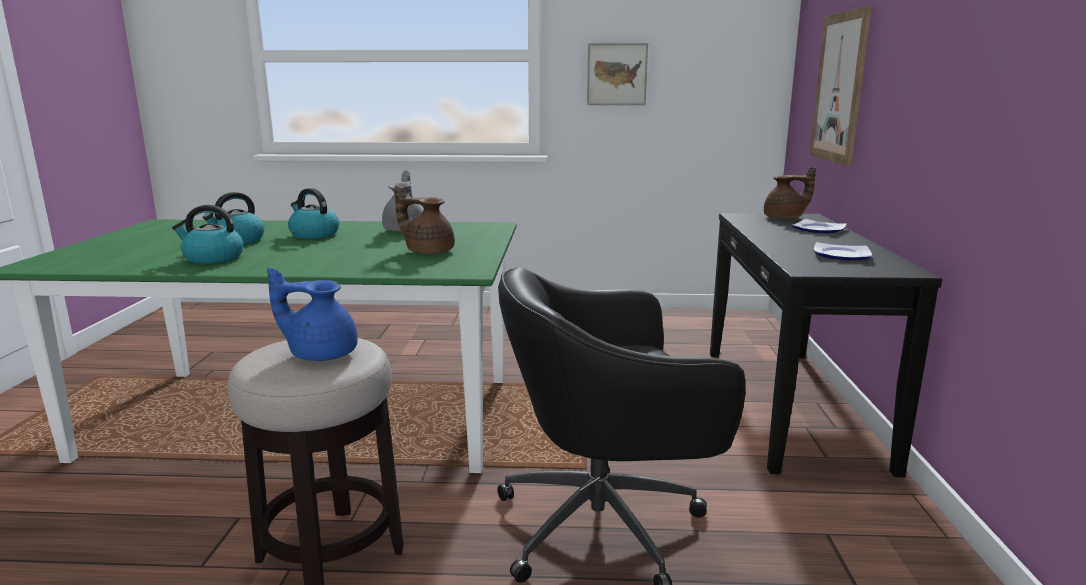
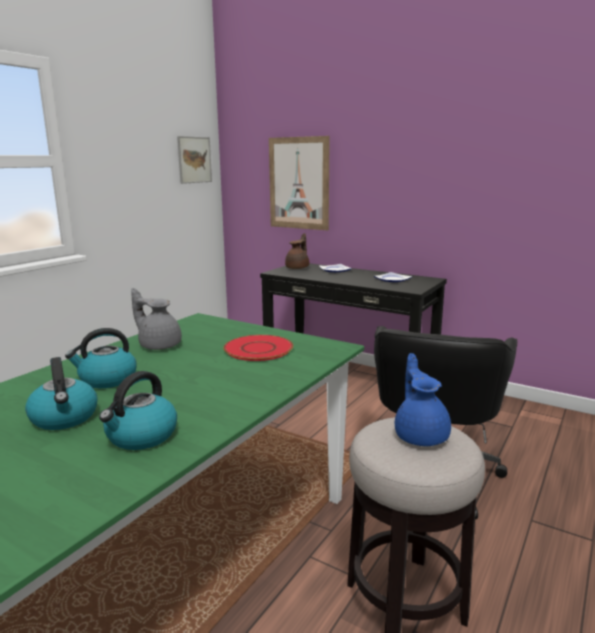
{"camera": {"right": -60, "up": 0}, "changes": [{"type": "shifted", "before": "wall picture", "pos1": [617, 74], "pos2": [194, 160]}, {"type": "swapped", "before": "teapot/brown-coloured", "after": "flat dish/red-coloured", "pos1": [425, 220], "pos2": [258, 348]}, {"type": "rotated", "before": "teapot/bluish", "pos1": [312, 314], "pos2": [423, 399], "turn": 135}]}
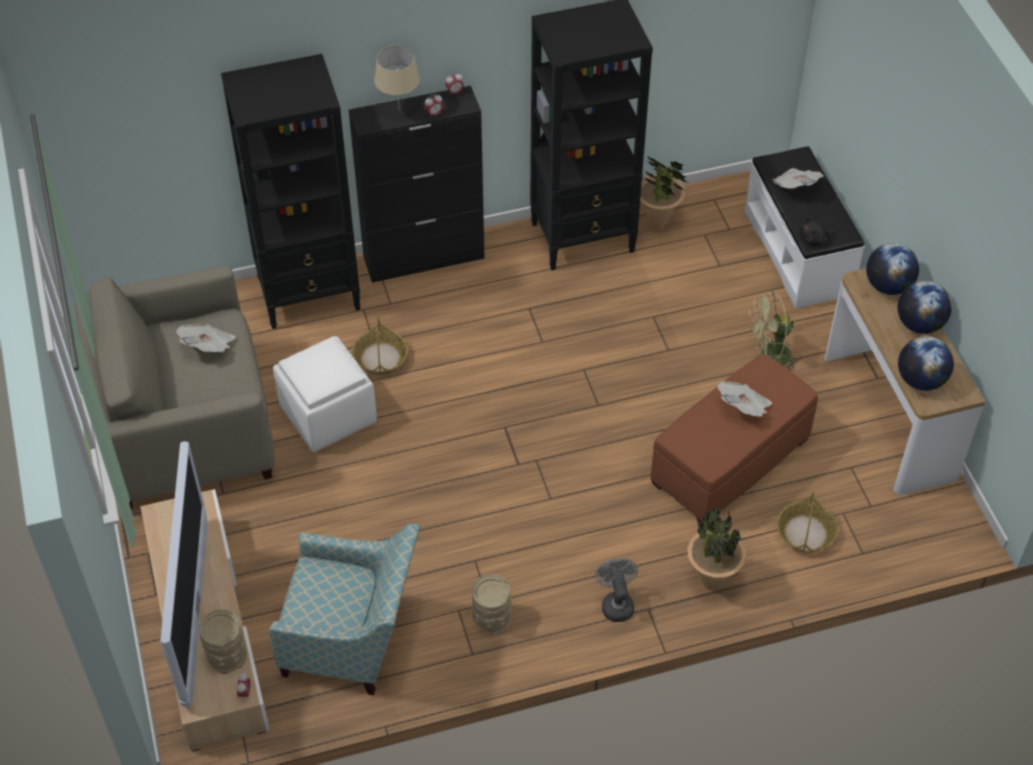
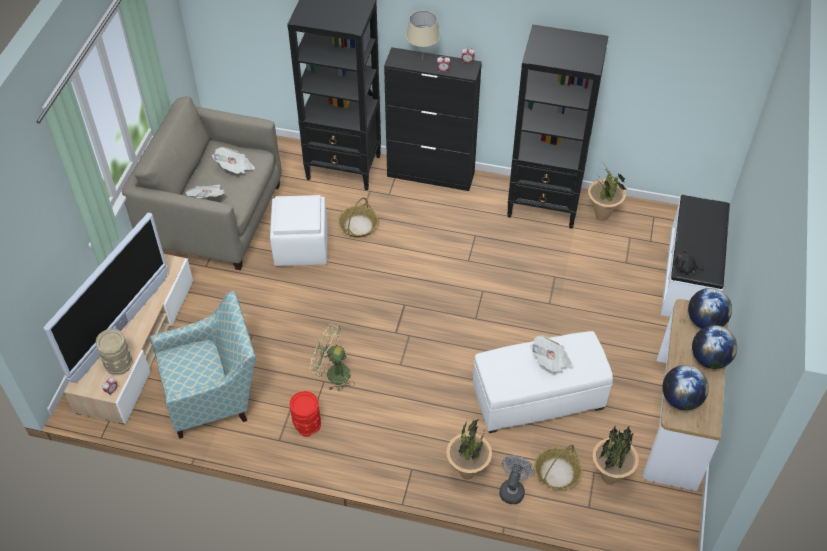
{"camera": {"right": 30, "up": 0}, "changes": [{"type": "shifted", "before": "daily paper", "pos1": [798, 178], "pos2": [205, 191]}, {"type": "shifted", "before": "electric fan/green-coloured", "pos1": [775, 331], "pos2": [332, 358]}, {"type": "repainted", "before": "ottoman/brown-coloured", "after": "ottoman/white", "pos1": [734, 439], "pos2": [543, 382]}, {"type": "rotated", "before": "armchair", "pos1": [345, 609], "pos2": [203, 365], "turn": -60}, {"type": "shifted", "before": "electric fan/greyish", "pos1": [616, 590], "pos2": [516, 479]}, {"type": "repainted", "before": "flower vase/sand-coloured", "after": "flower vase/red-coloured", "pos1": [491, 604], "pos2": [305, 414]}, {"type": "new", "after": "plant in a pot", "pos2": [616, 454]}]}
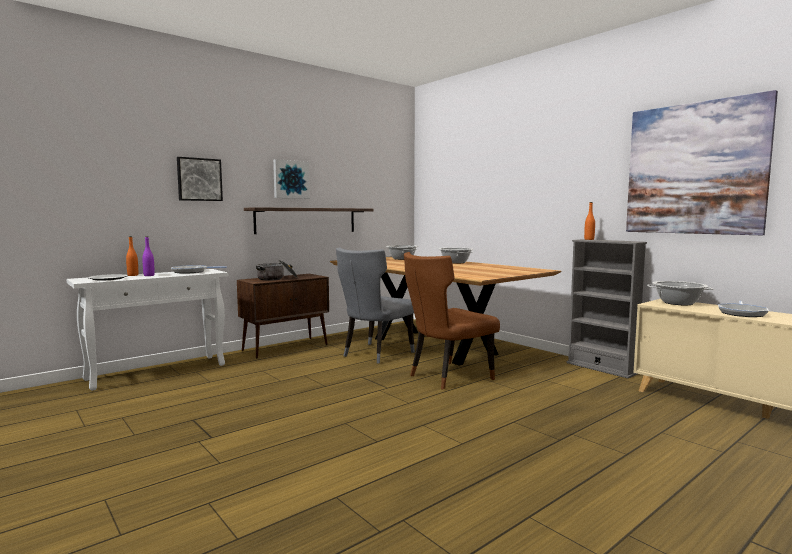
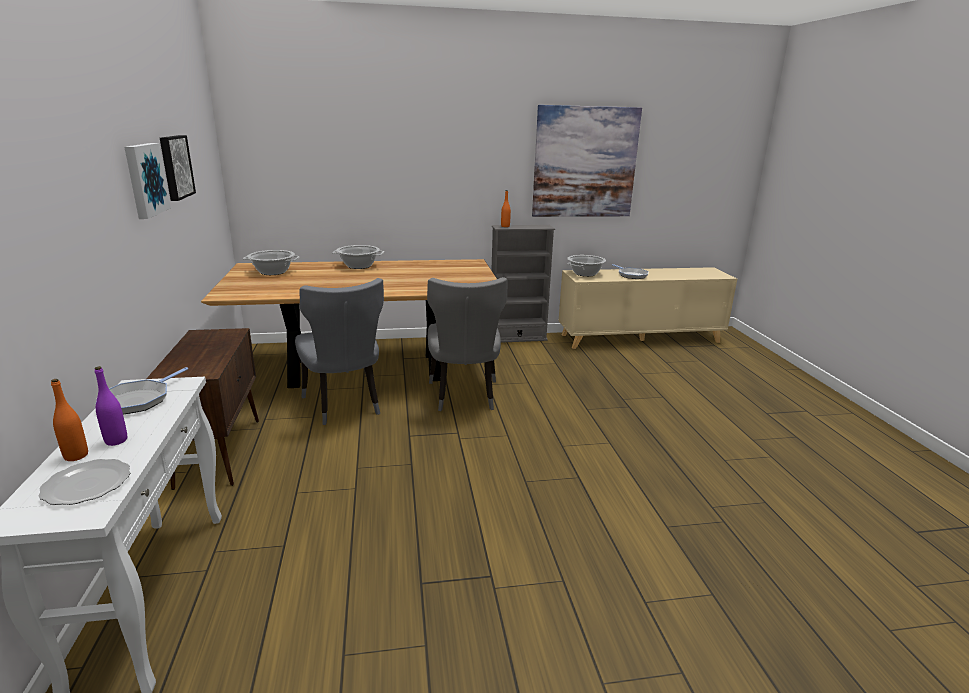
{"camera": {"right": -60, "up": 15}, "changes": [{"type": "shifted", "before": "wall picture", "pos1": [200, 179], "pos2": [178, 168]}, {"type": "gone", "before": "bracket shelf", "pos1": [309, 220]}, {"type": "repainted", "before": "plain chair/brown-coloured", "after": "plain chair/greyish", "pos1": [452, 321], "pos2": [467, 344]}, {"type": "gone", "before": "cooking pot", "pos1": [277, 270]}]}
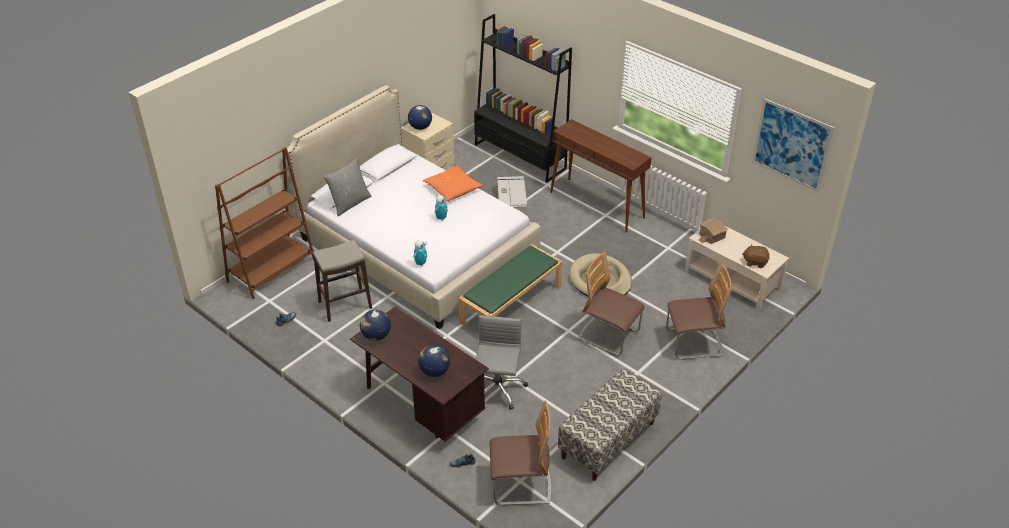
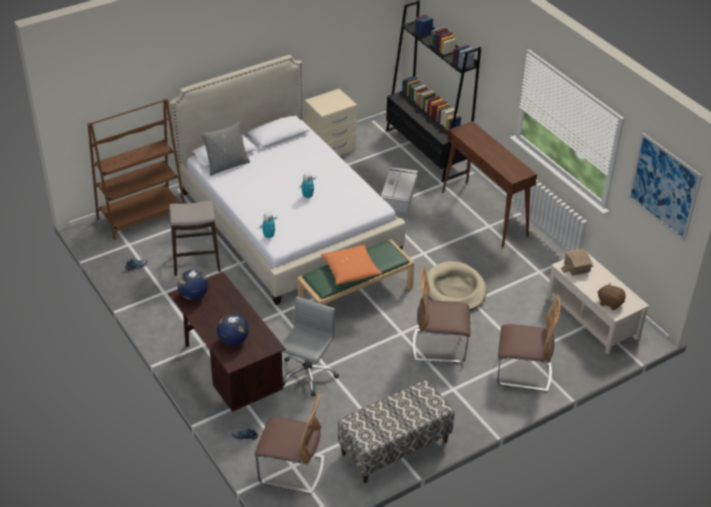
{"camera": {"right": 15, "up": 0}, "changes": [{"type": "gone", "before": "world globe", "pos1": [420, 117]}, {"type": "shifted", "before": "pillow/orange-coloured", "pos1": [453, 183], "pos2": [351, 264]}, {"type": "rotated", "before": "plain chair", "pos1": [611, 304], "pos2": [441, 314], "turn": -45}]}
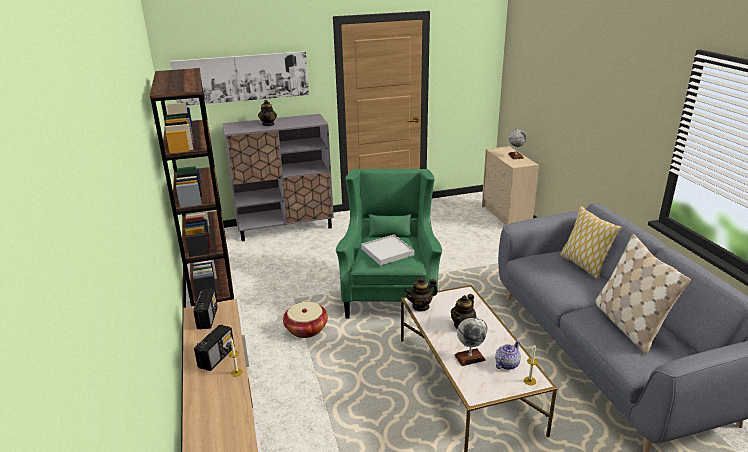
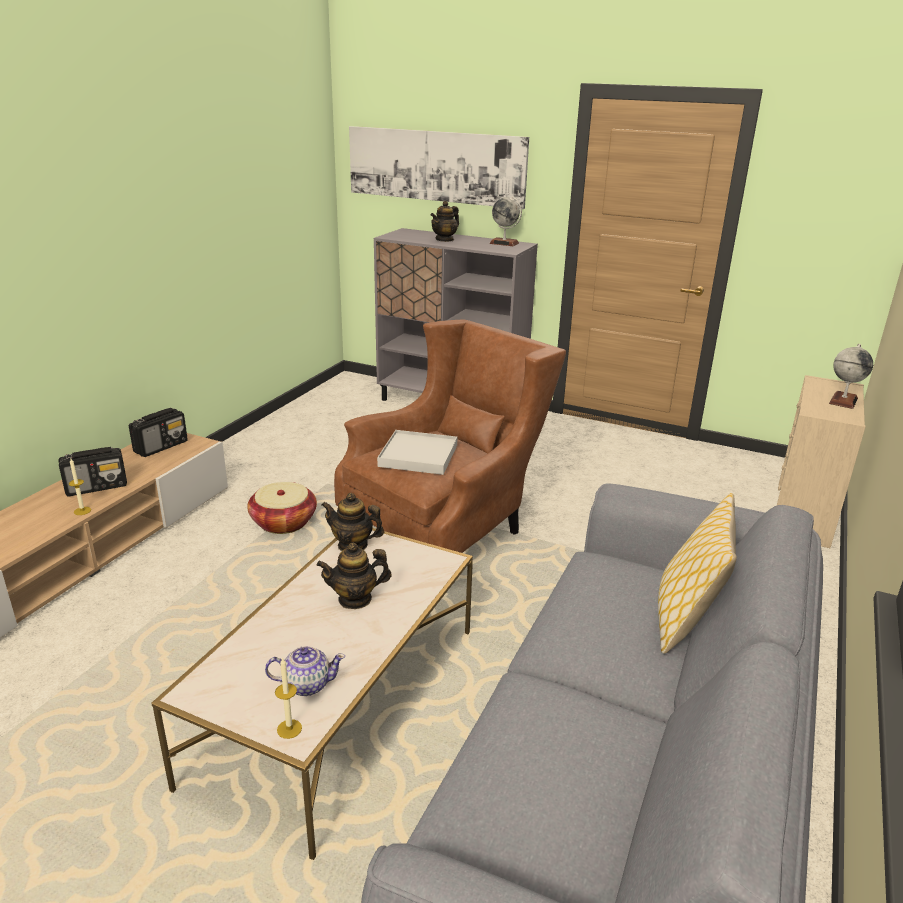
{"camera": {"right": 40, "up": 0}, "changes": [{"type": "gone", "before": "bookshelf/brown-coloured", "pos1": [192, 187]}, {"type": "repainted", "before": "armchair/green-coloured", "after": "armchair/brown-coloured", "pos1": [389, 244], "pos2": [450, 436]}, {"type": "gone", "before": "pillow/sand-coloured", "pos1": [643, 294]}, {"type": "shifted", "before": "world globe", "pos1": [471, 342], "pos2": [505, 221]}]}
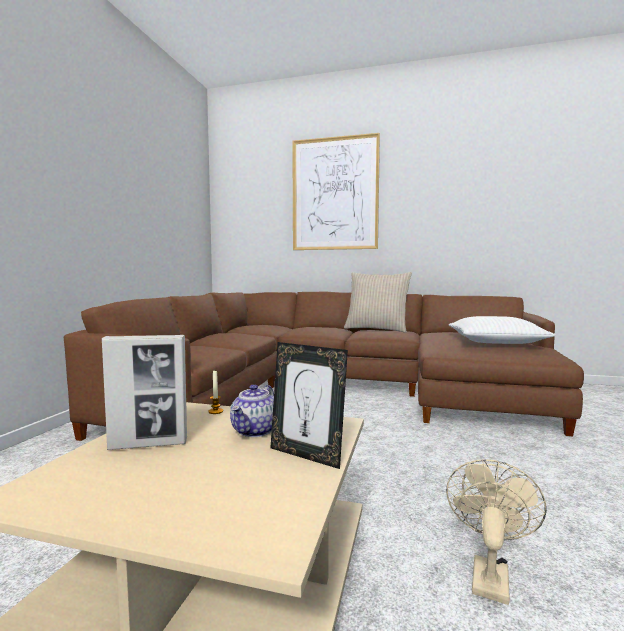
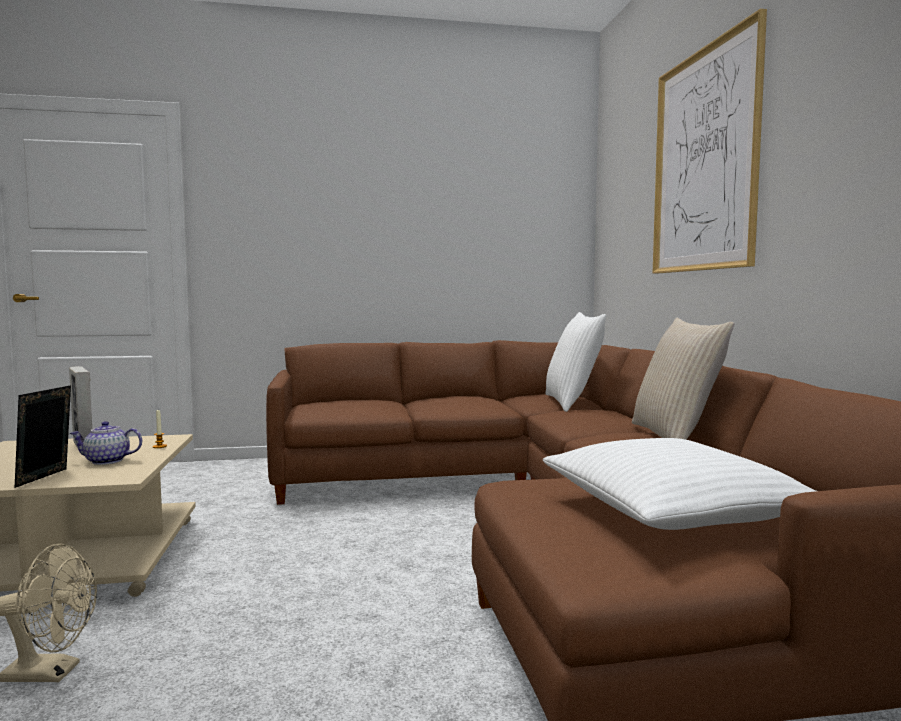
{"camera": {"right": 65, "up": 0}, "changes": [{"type": "new", "after": "pillow/white", "pos2": [575, 362]}]}
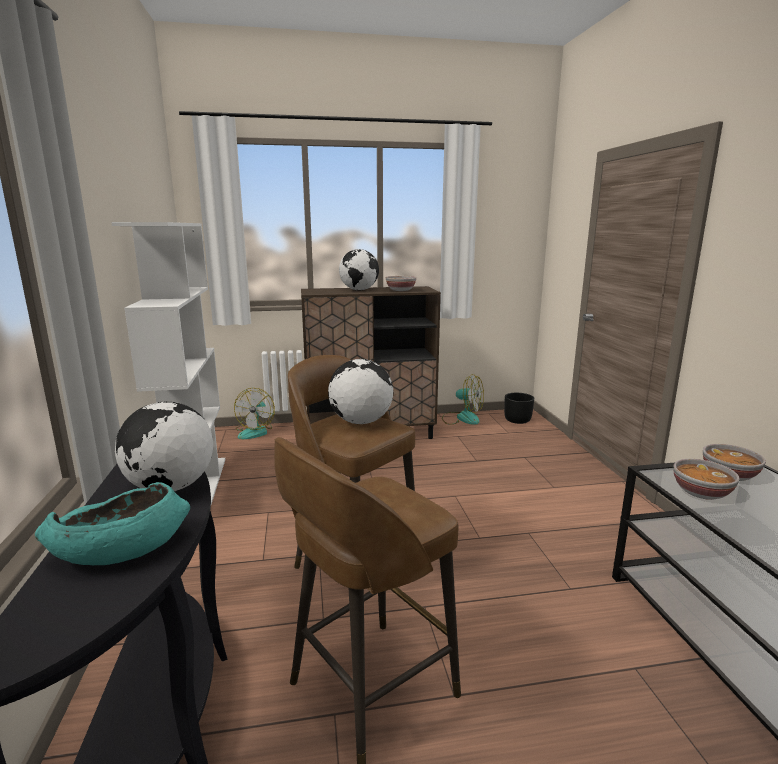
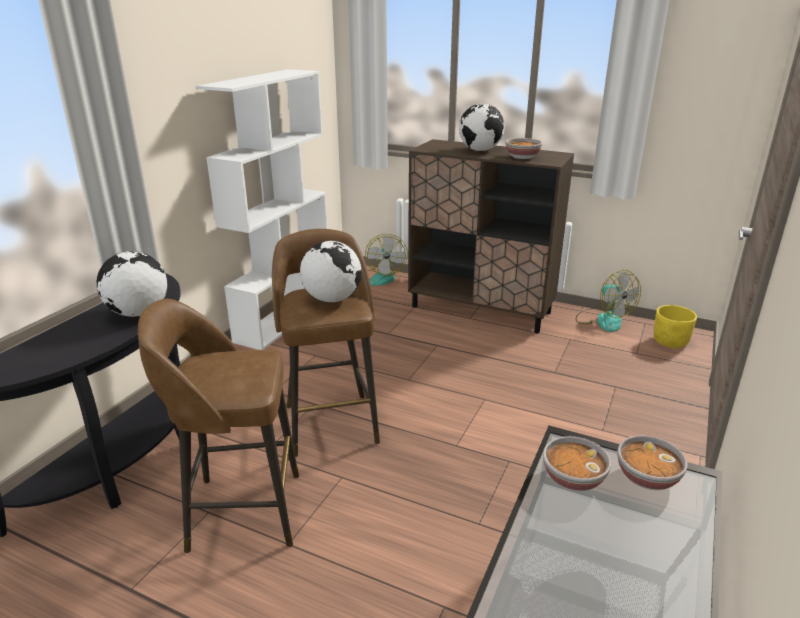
{"camera": {"right": 35, "up": 10}, "changes": [{"type": "rotated", "before": "electric fan", "pos1": [254, 413], "pos2": [386, 260], "turn": -45}, {"type": "repainted", "before": "flower pot/blackish", "after": "flower pot/yellowish", "pos1": [519, 408], "pos2": [675, 326]}, {"type": "gone", "before": "serving bowl/blue-green", "pos1": [112, 523]}]}
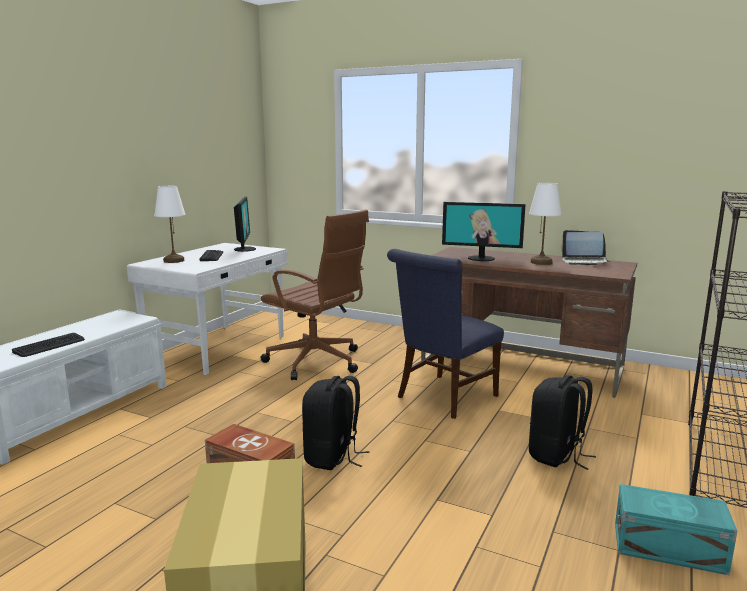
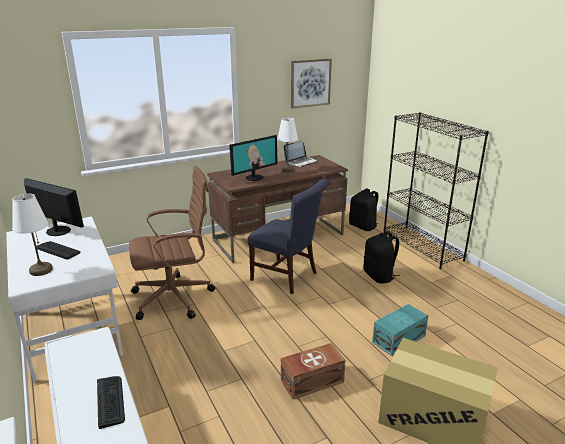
{"camera": {"right": -55, "up": 10}, "changes": [{"type": "rotated", "before": "plain chair/bluish", "pos1": [445, 334], "pos2": [288, 236], "turn": -45}, {"type": "shifted", "before": "knapsack/blackish", "pos1": [335, 423], "pos2": [364, 209]}, {"type": "shifted", "before": "storage box/blue-green", "pos1": [676, 529], "pos2": [400, 330]}, {"type": "new", "after": "wall picture", "pos2": [311, 84]}]}
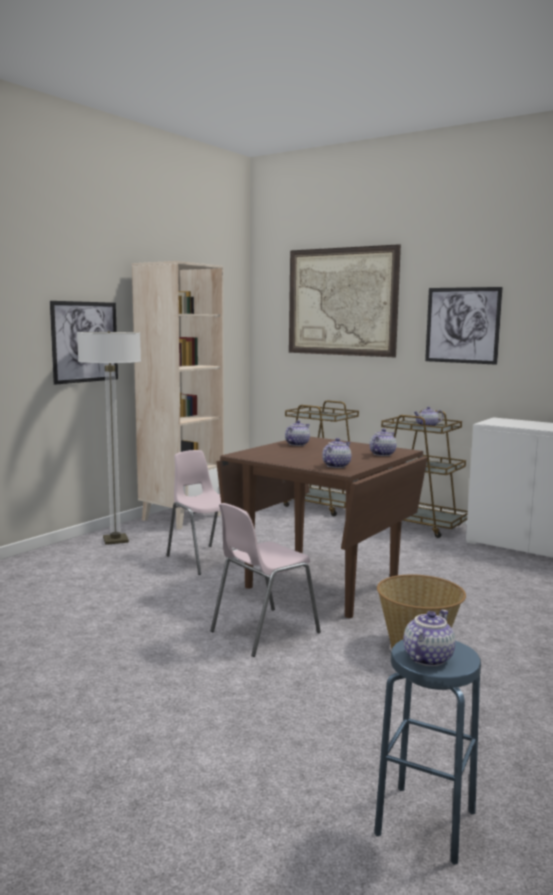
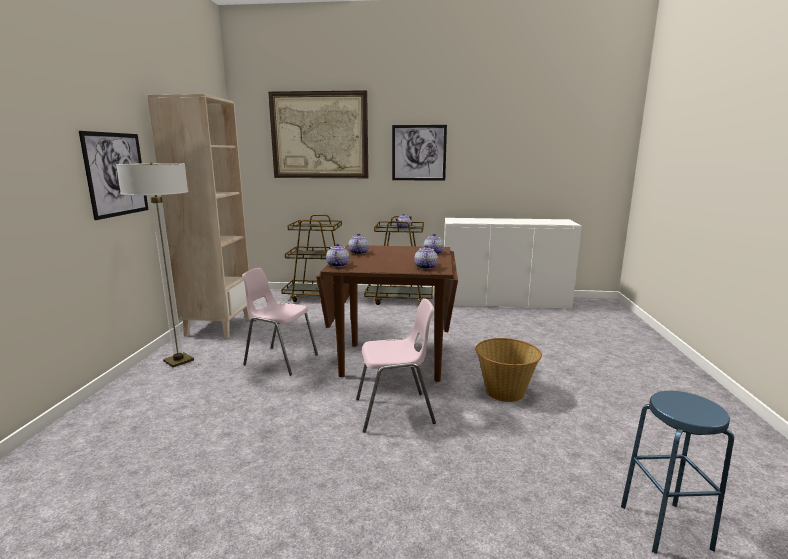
{"camera": {"right": -30, "up": 5}, "changes": [{"type": "rotated", "before": "plain chair/pinkish", "pos1": [265, 580], "pos2": [396, 365], "turn": -120}, {"type": "shifted", "before": "teapot", "pos1": [429, 638], "pos2": [337, 255]}]}
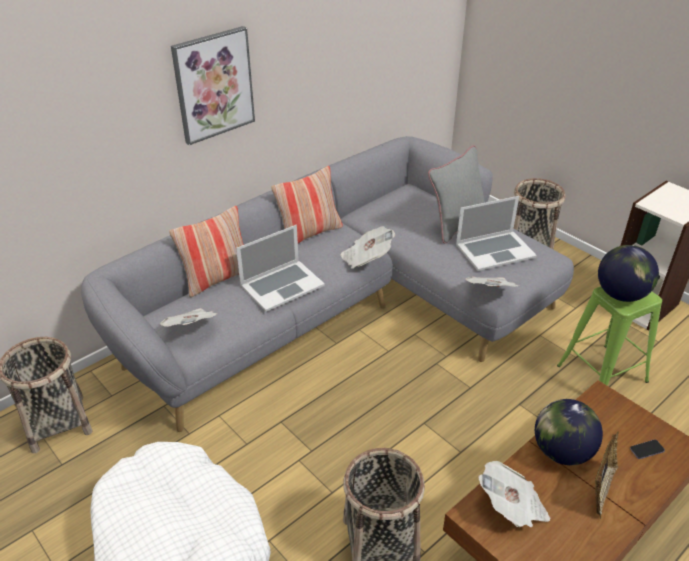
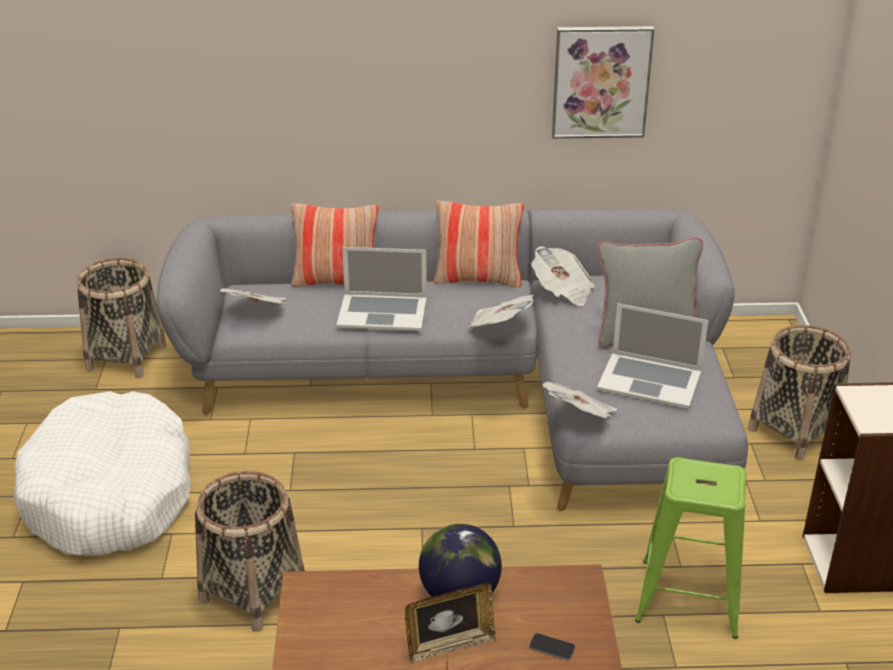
{"camera": {"right": 40, "up": -5}, "changes": [{"type": "shifted", "before": "wall picture", "pos1": [213, 85], "pos2": [603, 82]}, {"type": "gone", "before": "world globe", "pos1": [628, 273]}, {"type": "shifted", "before": "daily paper", "pos1": [514, 494], "pos2": [563, 276]}]}
